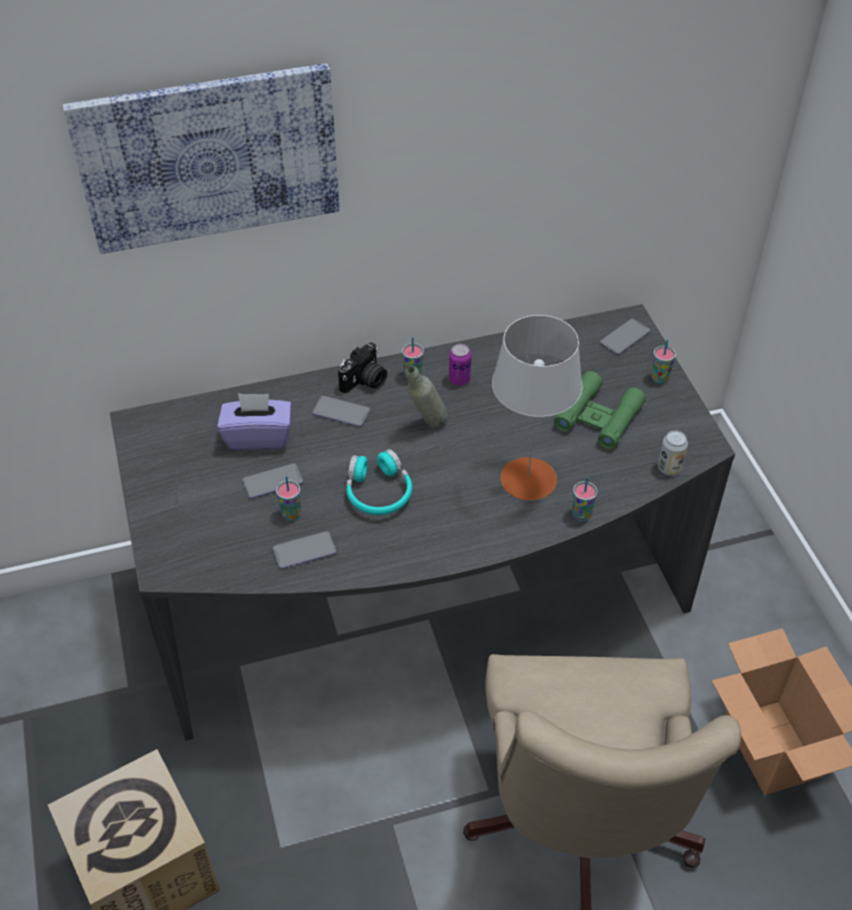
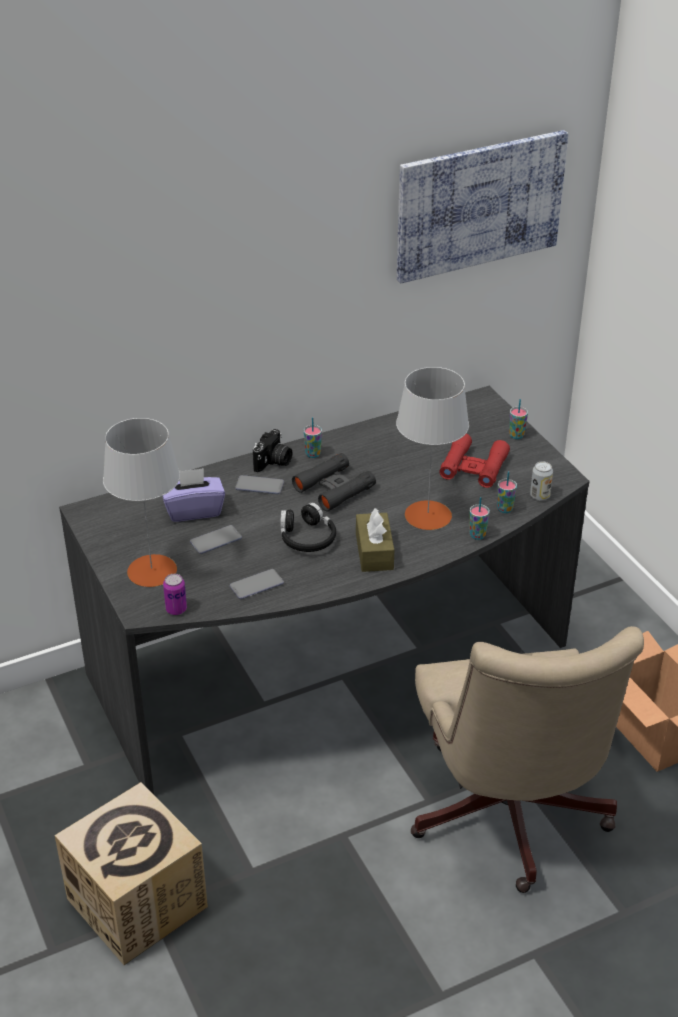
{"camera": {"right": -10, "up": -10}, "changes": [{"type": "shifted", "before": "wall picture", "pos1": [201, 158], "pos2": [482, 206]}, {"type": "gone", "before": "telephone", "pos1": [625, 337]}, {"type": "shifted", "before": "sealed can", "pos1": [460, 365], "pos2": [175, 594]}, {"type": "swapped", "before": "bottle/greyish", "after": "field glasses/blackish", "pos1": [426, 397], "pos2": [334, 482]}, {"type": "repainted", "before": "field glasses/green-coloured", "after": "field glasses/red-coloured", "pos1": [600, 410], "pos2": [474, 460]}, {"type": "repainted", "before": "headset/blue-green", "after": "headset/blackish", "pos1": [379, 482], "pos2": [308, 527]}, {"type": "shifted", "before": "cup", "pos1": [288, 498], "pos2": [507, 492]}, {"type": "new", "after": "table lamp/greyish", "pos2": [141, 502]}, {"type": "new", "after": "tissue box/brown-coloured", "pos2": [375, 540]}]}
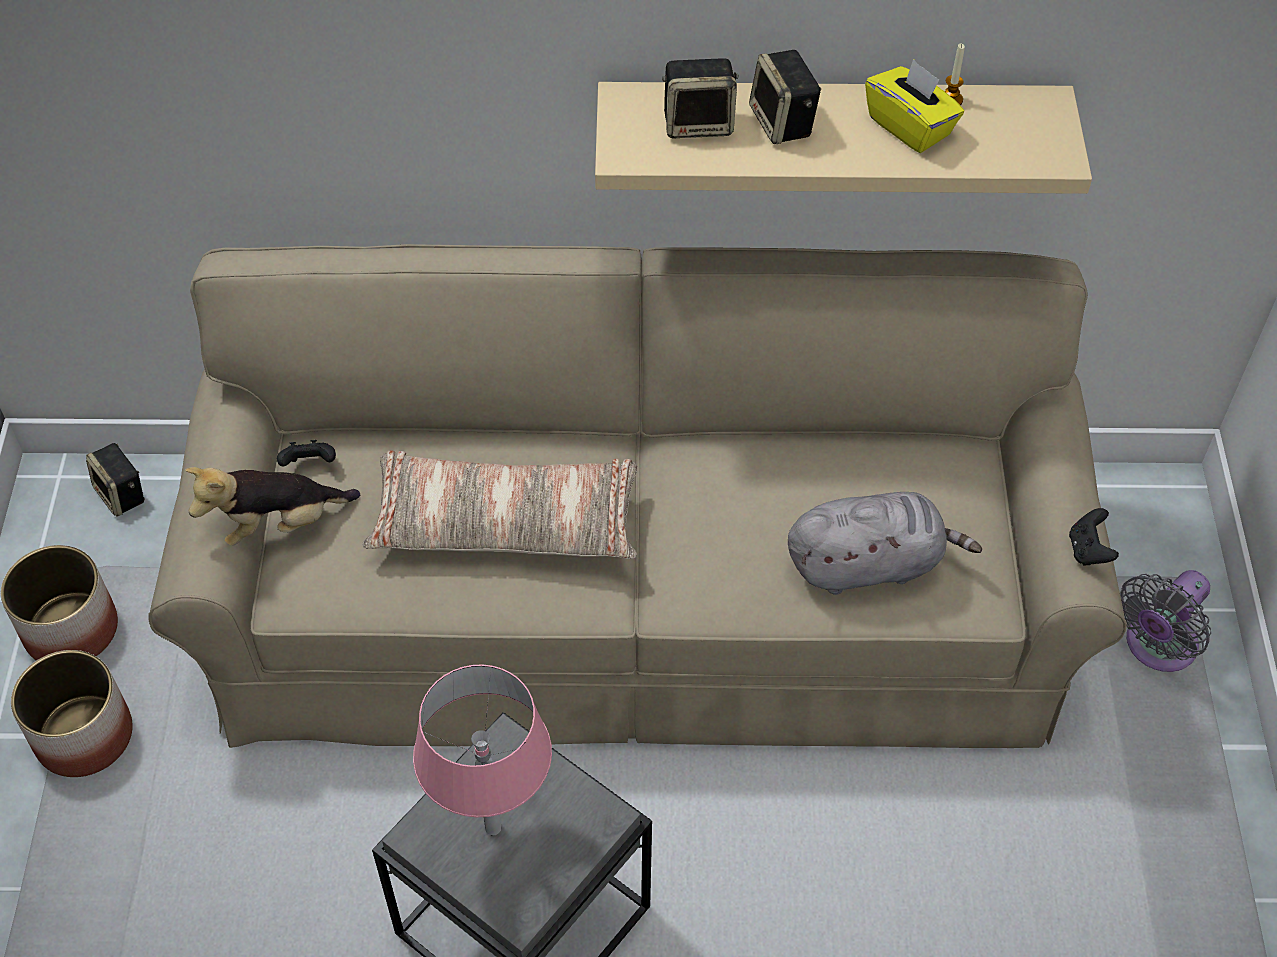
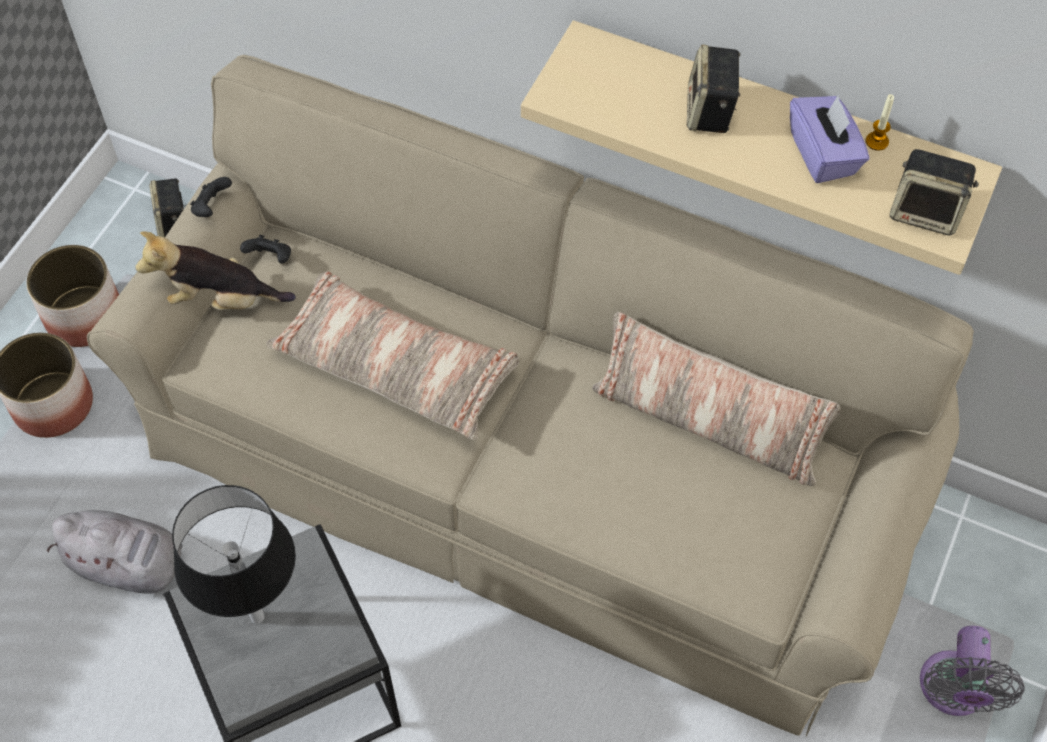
{"camera": {"right": 25, "up": 5}, "changes": [{"type": "shifted", "before": "audio speaker", "pos1": [700, 98], "pos2": [934, 192]}, {"type": "repainted", "before": "tissue box/yellowish", "after": "tissue box/purplish", "pos1": [914, 106], "pos2": [830, 139]}, {"type": "shifted", "before": "plush toy/greyish", "pos1": [885, 543], "pos2": [114, 552]}, {"type": "shifted", "before": "gamepad/blackish", "pos1": [1094, 537], "pos2": [211, 197]}, {"type": "rotated", "before": "electric fan/greyish", "pos1": [1165, 621], "pos2": [972, 671], "turn": -60}, {"type": "repainted", "before": "table lamp/pinkish", "after": "table lamp/blackish", "pos1": [482, 749], "pos2": [234, 554]}, {"type": "new", "after": "pillow", "pos2": [716, 399]}]}
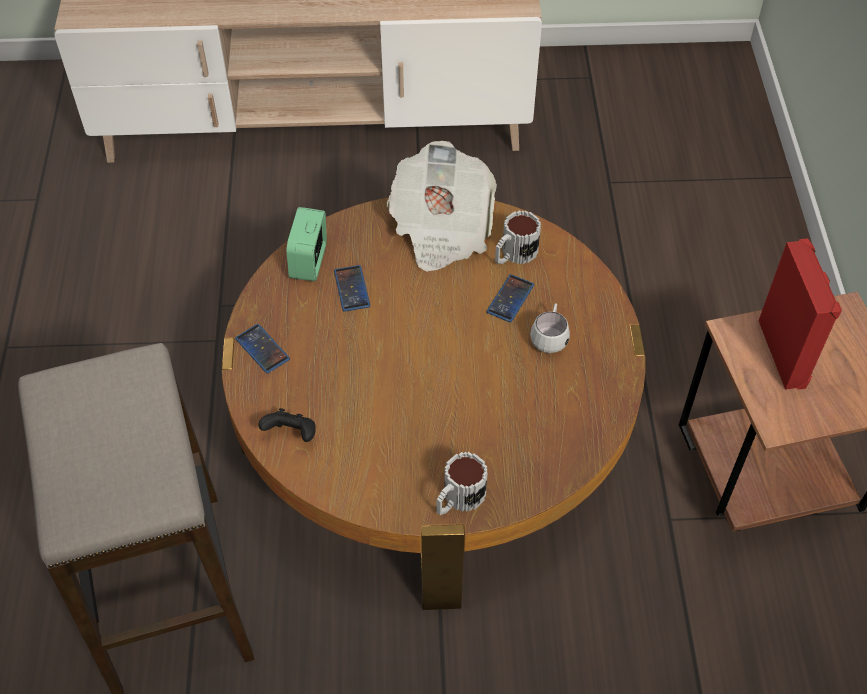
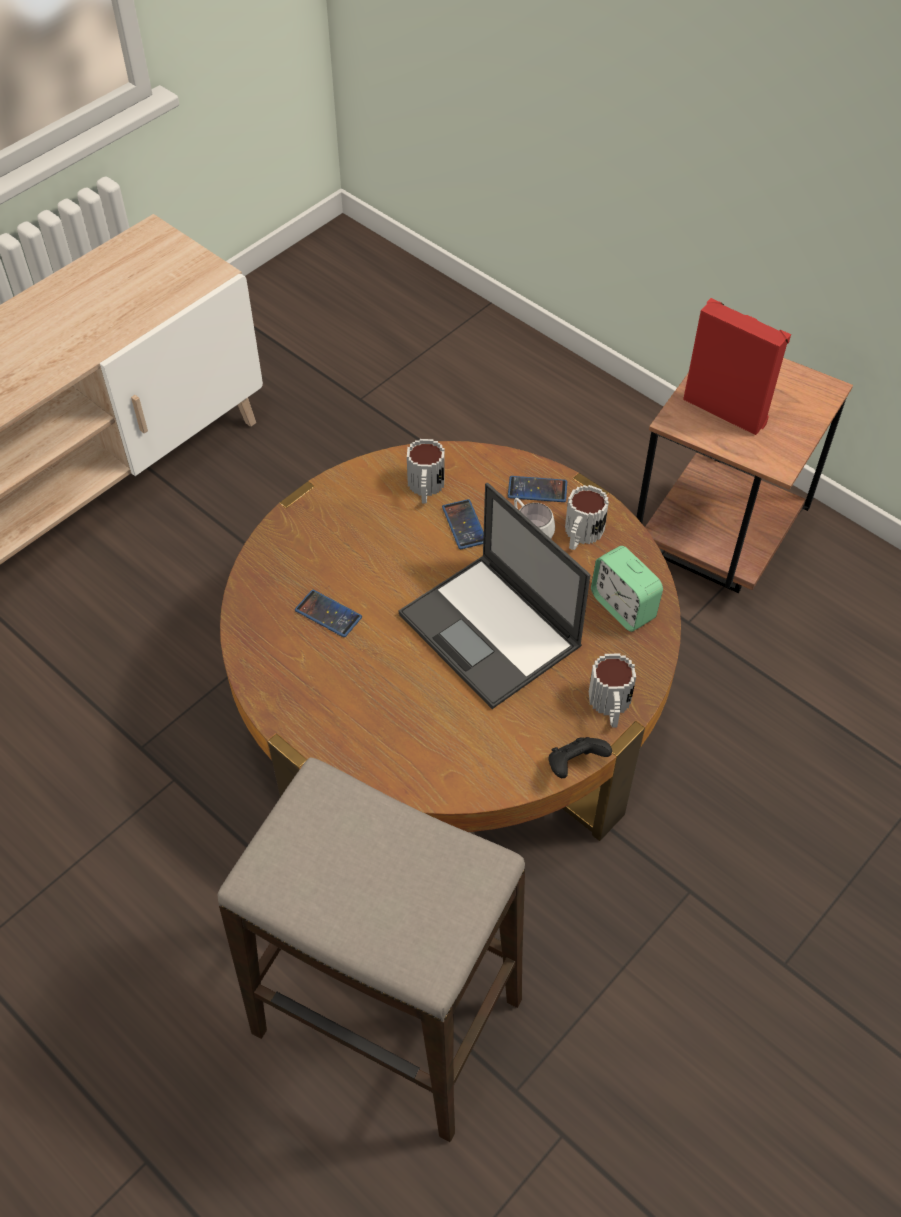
{"camera": {"right": -45, "up": 0}, "changes": [{"type": "gone", "before": "daily paper", "pos1": [442, 206]}, {"type": "shifted", "before": "table clock", "pos1": [306, 244], "pos2": [627, 589]}, {"type": "shifted", "before": "telephone", "pos1": [262, 349], "pos2": [537, 489]}, {"type": "shifted", "before": "gamepad/blackish", "pos1": [287, 425], "pos2": [580, 757]}, {"type": "new", "after": "laptop", "pos2": [494, 596]}, {"type": "new", "after": "coffee mug", "pos2": [587, 517]}]}
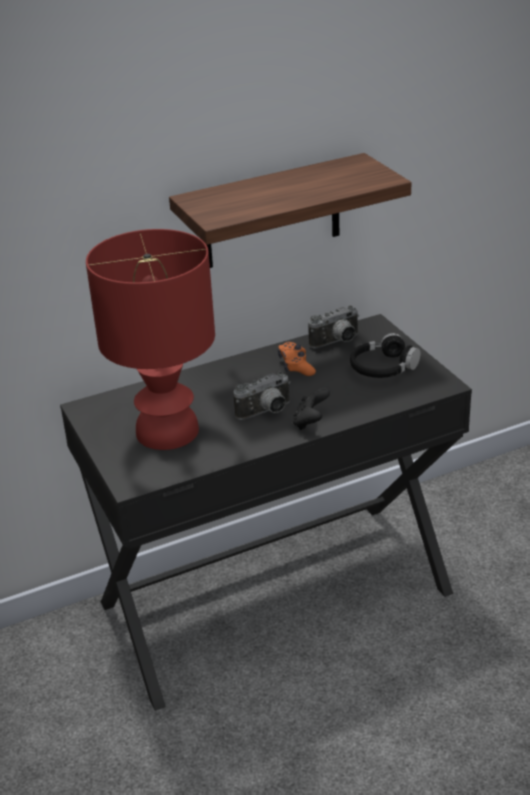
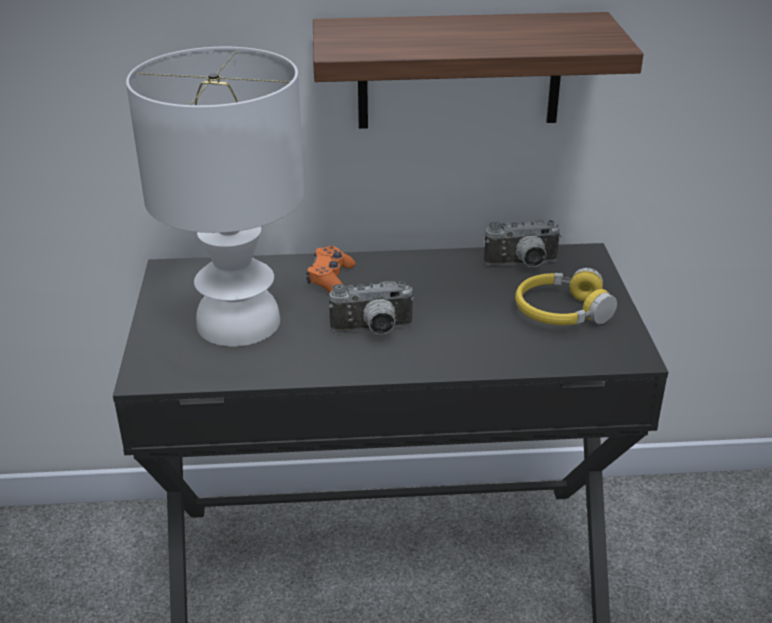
{"camera": {"right": 20, "up": 0}, "changes": [{"type": "repainted", "before": "table lamp/red-coloured", "after": "table lamp/white", "pos1": [150, 339], "pos2": [215, 197]}, {"type": "repainted", "before": "headset/blackish", "after": "headset/yellowish", "pos1": [385, 355], "pos2": [566, 296]}, {"type": "shifted", "before": "gamepad/orange-coloured", "pos1": [297, 359], "pos2": [331, 269]}, {"type": "gone", "before": "gamepad/blackish", "pos1": [311, 409]}]}
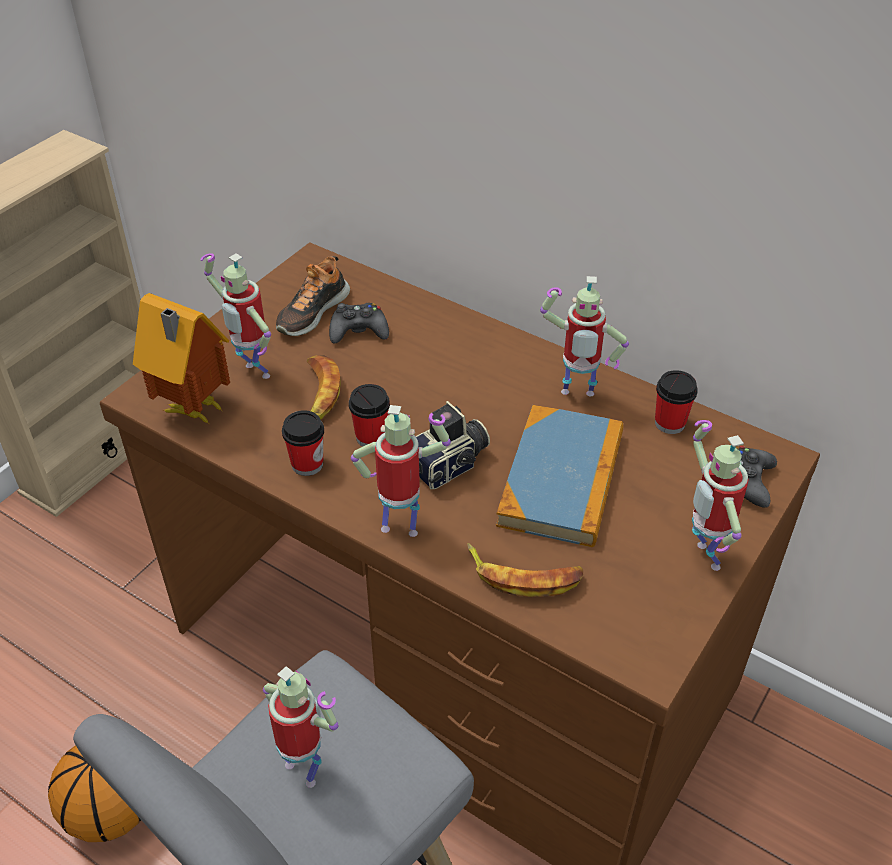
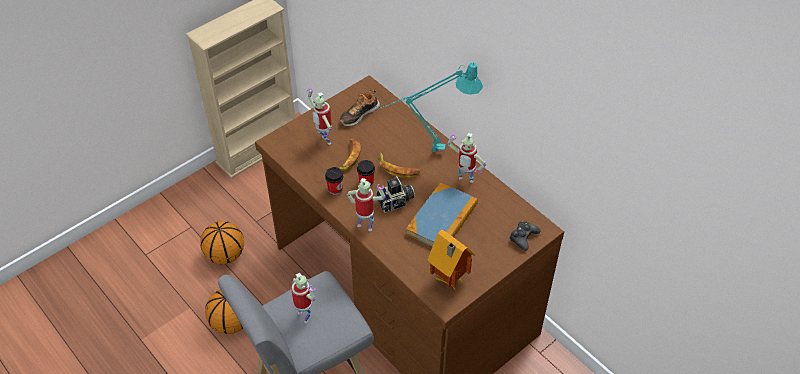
{"camera": {"right": 15, "up": 5}, "changes": [{"type": "shifted", "before": "miniature house", "pos1": [182, 359], "pos2": [451, 259]}, {"type": "gone", "before": "gamepad/blackish", "pos1": [359, 323]}, {"type": "gone", "before": "cup", "pos1": [676, 402]}, {"type": "gone", "before": "robot figure", "pos1": [720, 495]}, {"type": "shifted", "before": "whole banana", "pos1": [525, 570], "pos2": [400, 165]}, {"type": "new", "after": "table lamp/blue-green", "pos2": [432, 107]}, {"type": "new", "after": "ball for basketball", "pos2": [222, 242]}]}
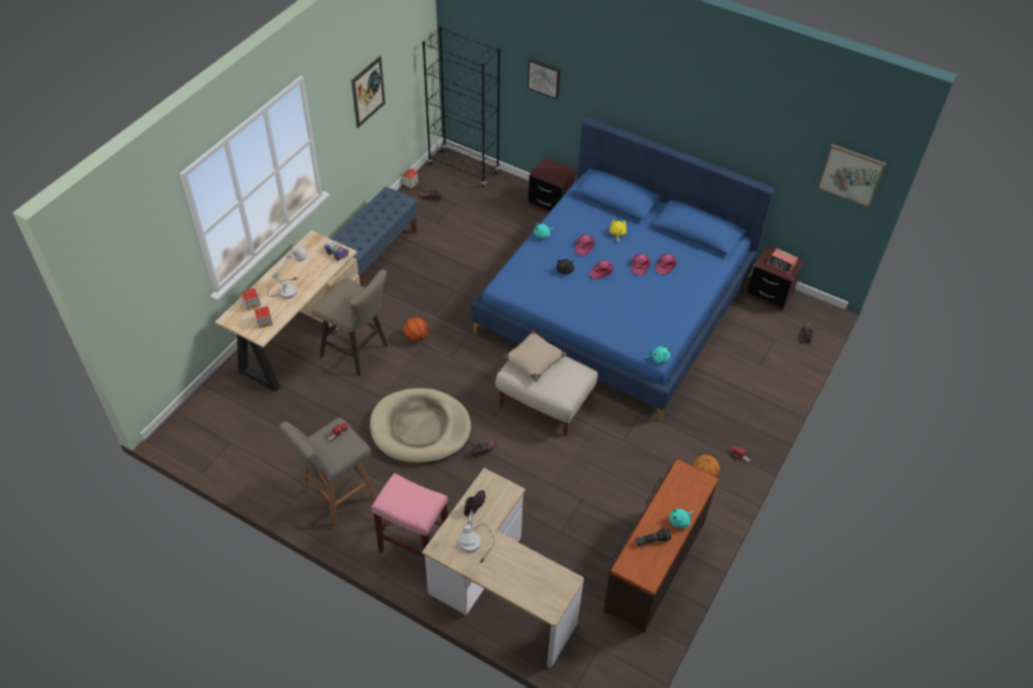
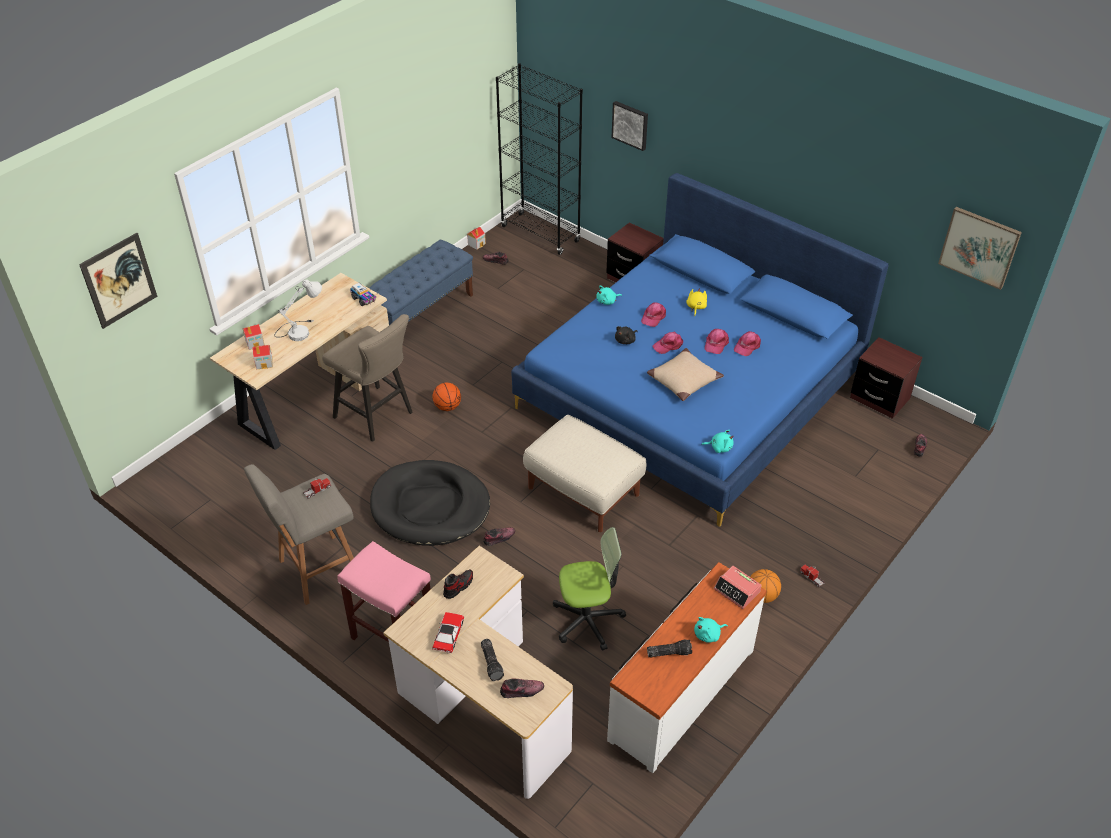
{"camera": {"right": 10, "up": -5}, "changes": [{"type": "shifted", "before": "wall picture", "pos1": [368, 92], "pos2": [118, 281]}, {"type": "shifted", "before": "table clock", "pos1": [782, 261], "pos2": [738, 587]}, {"type": "shifted", "before": "pillow/sand-coloured", "pos1": [535, 356], "pos2": [685, 374]}, {"type": "repainted", "before": "dog cushion/sand-coloured", "after": "dog cushion/blackish", "pos1": [420, 426], "pos2": [430, 503]}, {"type": "repainted", "before": "dresser/brown-coloured", "after": "dresser/white", "pos1": [661, 546], "pos2": [687, 667]}, {"type": "swapped", "before": "table lamp/white", "after": "miniature car", "pos1": [476, 536], "pos2": [448, 633]}, {"type": "new", "after": "desk chair", "pos2": [589, 589]}, {"type": "new", "after": "hand torch", "pos2": [492, 660]}, {"type": "new", "after": "shoe", "pos2": [522, 688]}]}
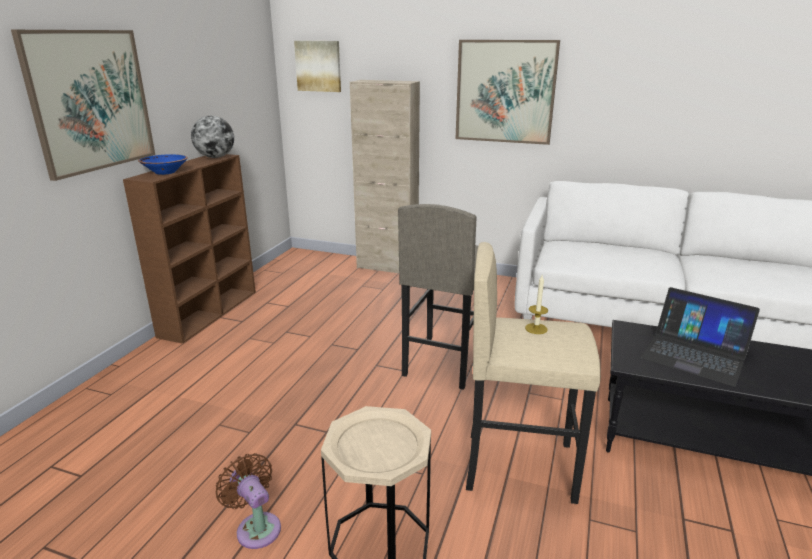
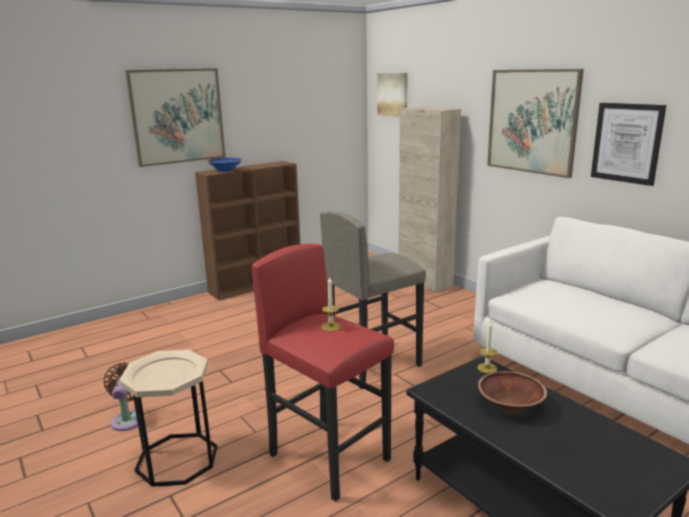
{"camera": {"right": 35, "up": -5}, "changes": [{"type": "gone", "before": "world globe", "pos1": [212, 137]}, {"type": "repainted", "before": "sitting stool/sand-coloured", "after": "sitting stool/red-coloured", "pos1": [533, 373], "pos2": [322, 373]}, {"type": "swapped", "before": "laptop", "after": "serving bowl/brown-coloured", "pos1": [700, 337], "pos2": [512, 392]}, {"type": "new", "after": "wall picture", "pos2": [628, 144]}, {"type": "new", "after": "candle", "pos2": [487, 346]}]}
